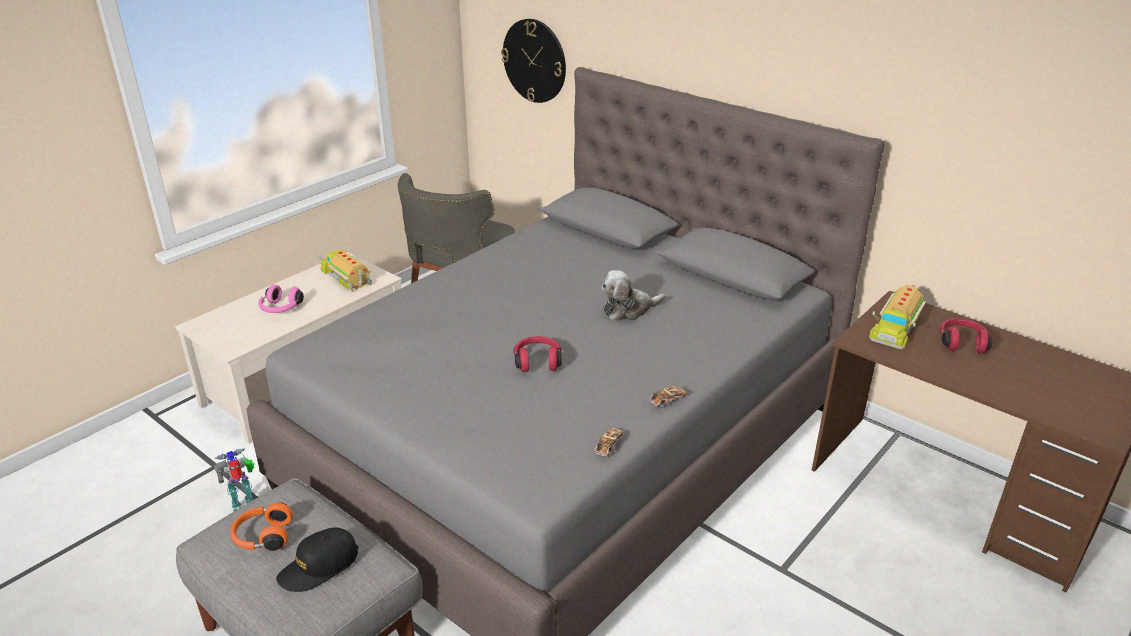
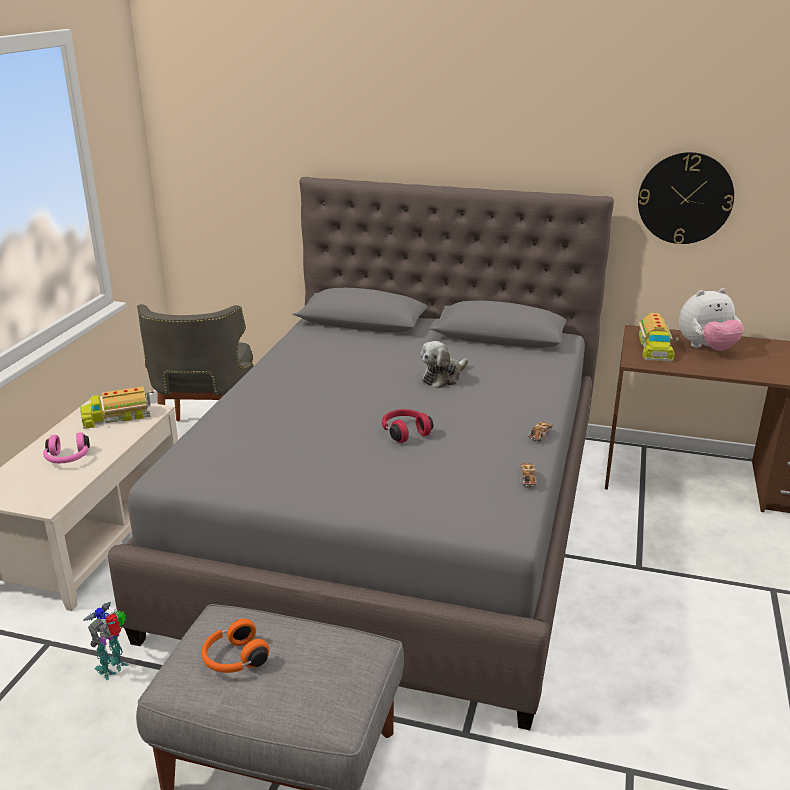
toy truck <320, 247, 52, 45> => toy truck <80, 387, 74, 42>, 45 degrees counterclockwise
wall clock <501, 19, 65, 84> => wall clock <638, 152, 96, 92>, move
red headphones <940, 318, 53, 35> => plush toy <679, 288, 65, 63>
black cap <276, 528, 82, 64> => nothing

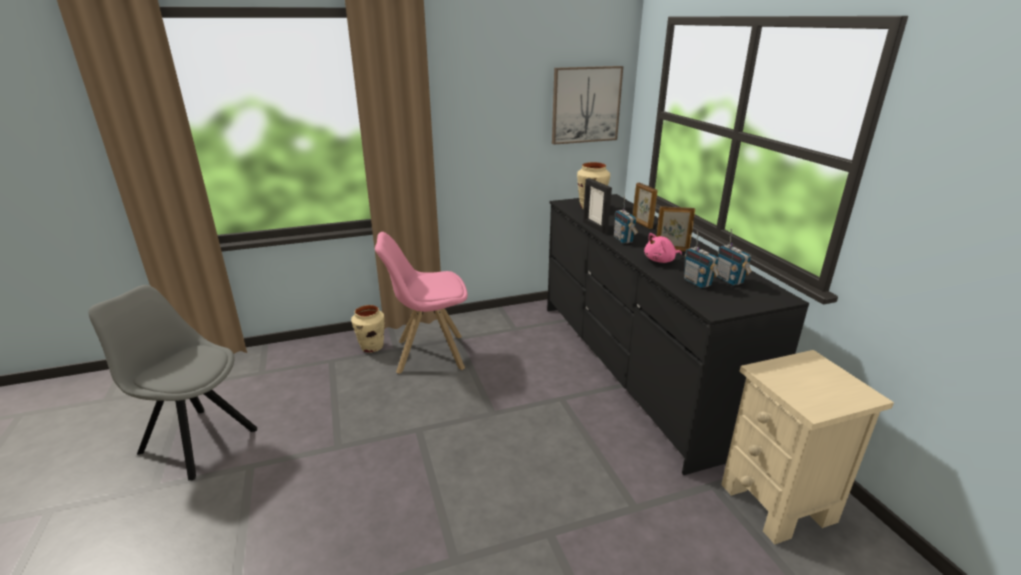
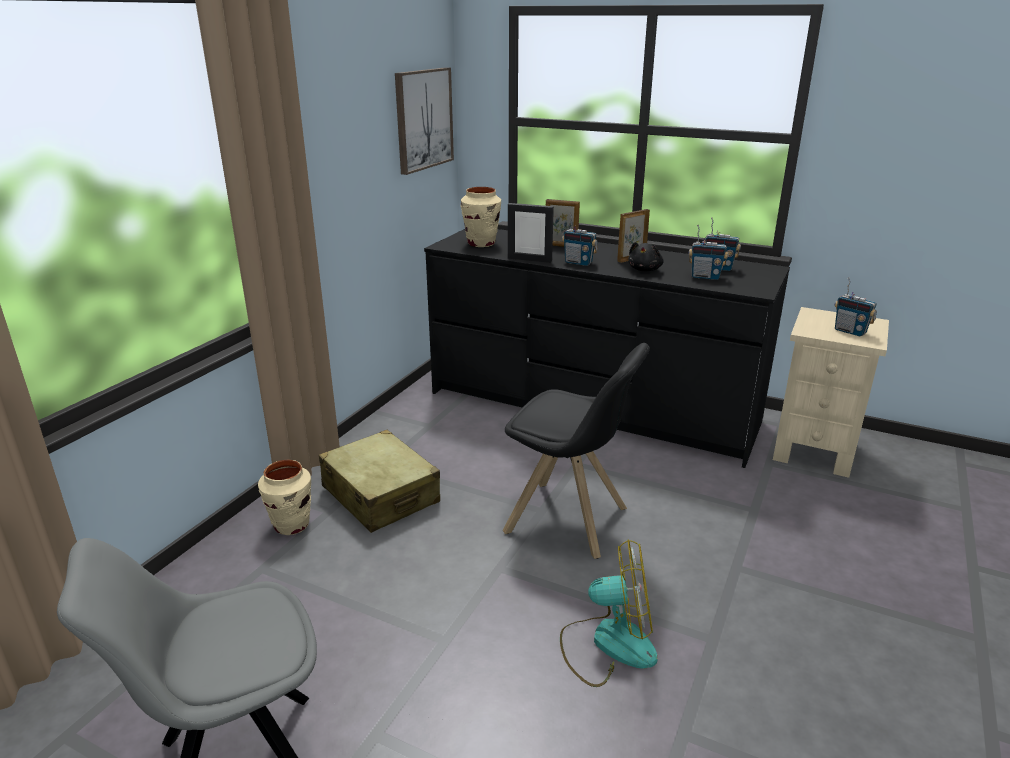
pink chair <375, 232, 93, 142> => beige suitcase <319, 430, 121, 103>
nothing => black chair <503, 343, 147, 216>
nothing => fan <560, 539, 97, 148>
pink plush toy <644, 233, 38, 30> => black plush toy <628, 242, 36, 29>
nothing => radio <834, 277, 43, 59>

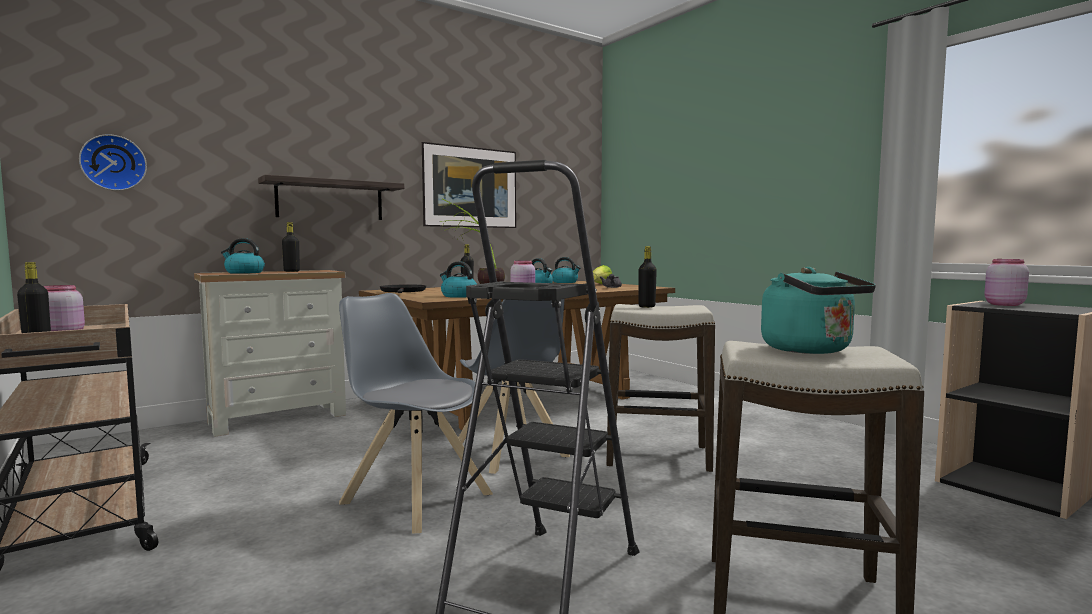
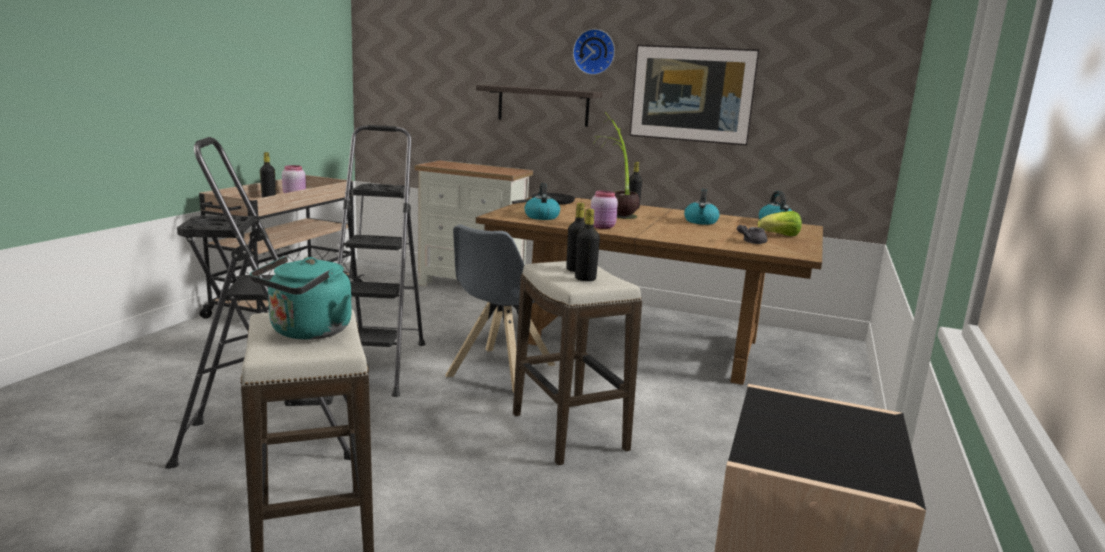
grey chair <339, 293, 154, 241> => step ladder <337, 125, 88, 272>
wall clock <79, 134, 68, 57> => wall clock <573, 29, 42, 46>, move
black bottle <282, 222, 18, 50> => black bottle <575, 209, 25, 72>, move
kettle <221, 238, 44, 36> => nothing
pink jar <984, 259, 45, 47> => nothing

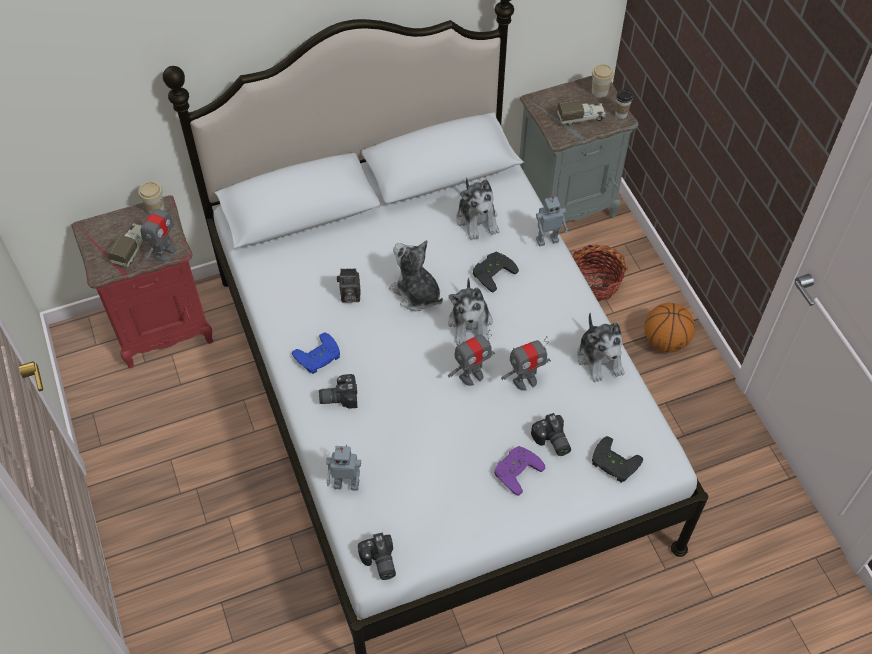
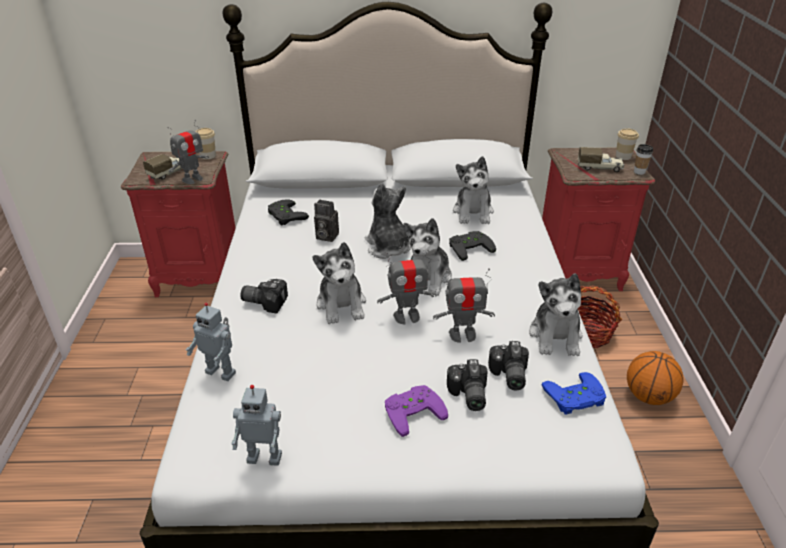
toy robot <536, 196, 32, 50> => toy robot <231, 385, 51, 81>, move
black game controller <592, 436, 51, 47> => black game controller <268, 199, 41, 27>, move
nothing => plush toy <312, 242, 54, 82>
photo camera <358, 532, 38, 48> => photo camera <488, 341, 41, 49>, move
grey nightstand <519, 76, 120, 146> => red nightstand <542, 148, 113, 143>
blue game controller <292, 332, 48, 42> => blue game controller <542, 372, 64, 43>, move

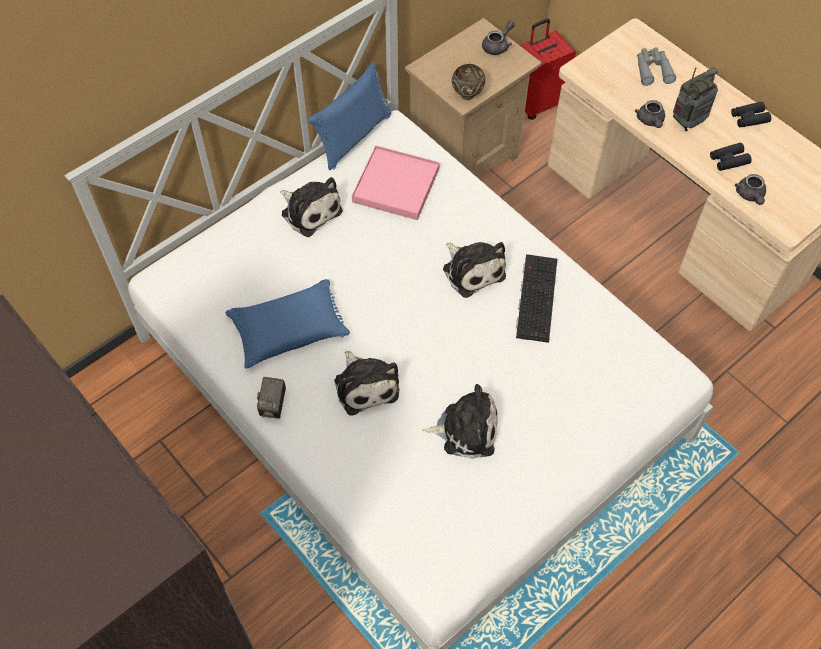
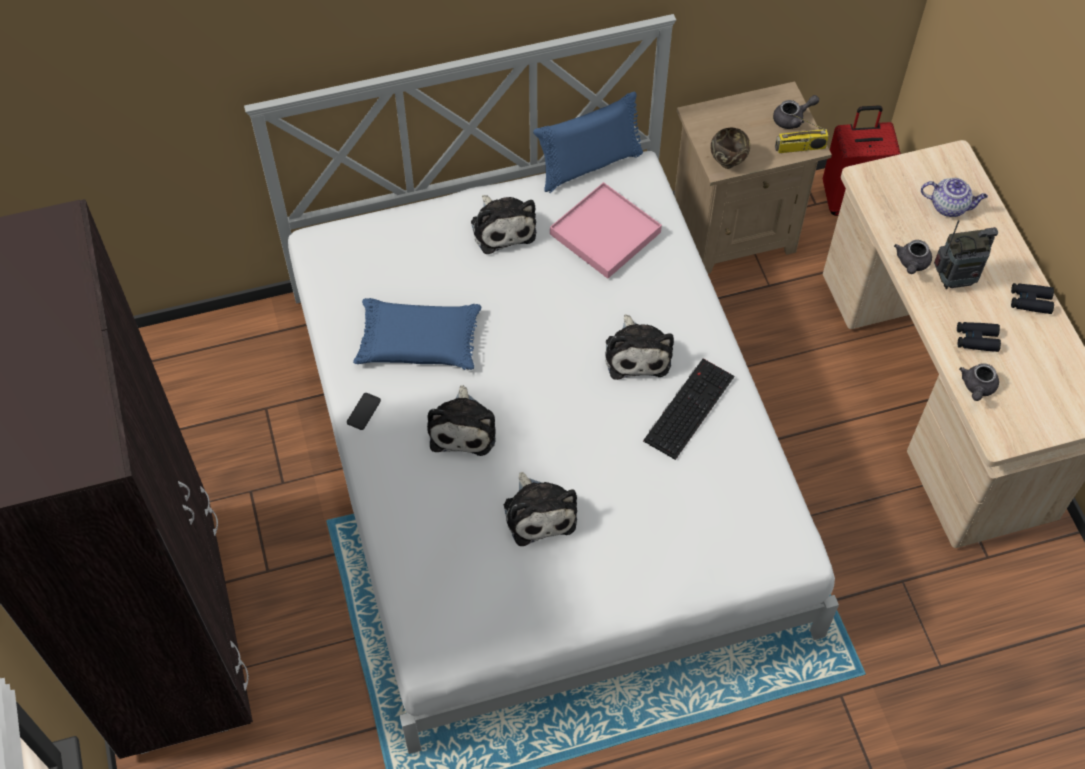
photo camera <257, 377, 29, 42> => phone <347, 393, 34, 37>
plush toy <422, 384, 76, 75> => plush toy <504, 472, 73, 74>, 45 degrees clockwise
nothing => radio <775, 114, 54, 39>
grey binoculars <637, 47, 39, 39> => teapot <921, 178, 67, 39>

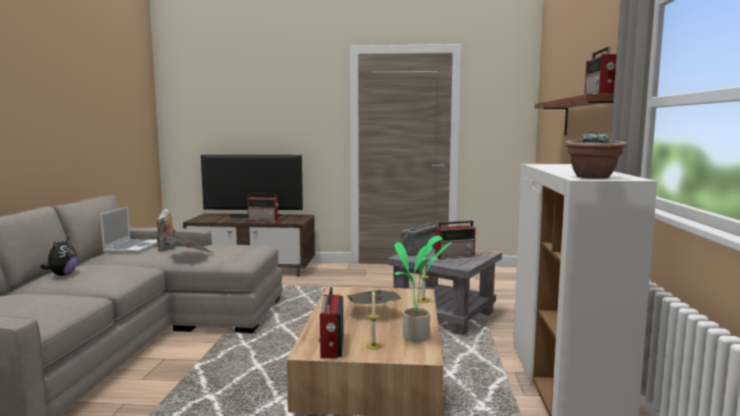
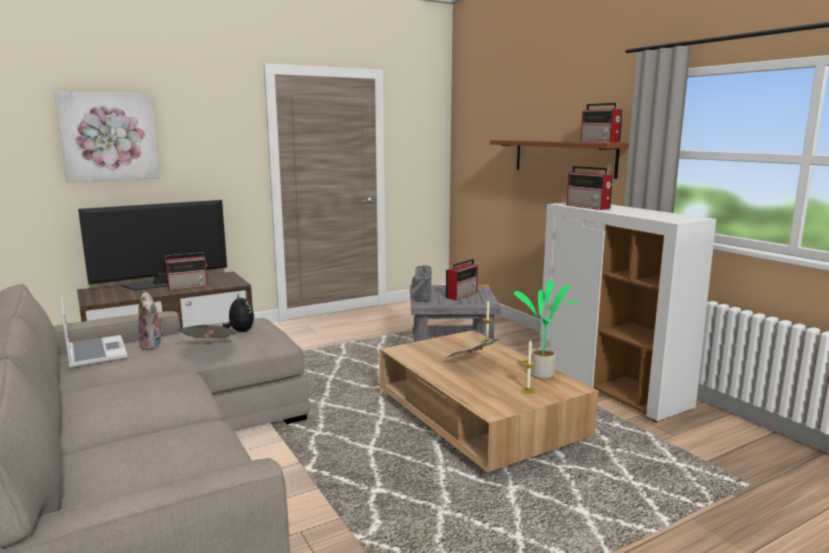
nothing => picture <54, 91, 106, 91>
plush toy <40, 238, 38, 38> => plush toy <223, 293, 31, 39>, move
radio <319, 287, 24, 71> => radio <566, 166, 47, 44>, move
potted plant <565, 131, 62, 48> => nothing

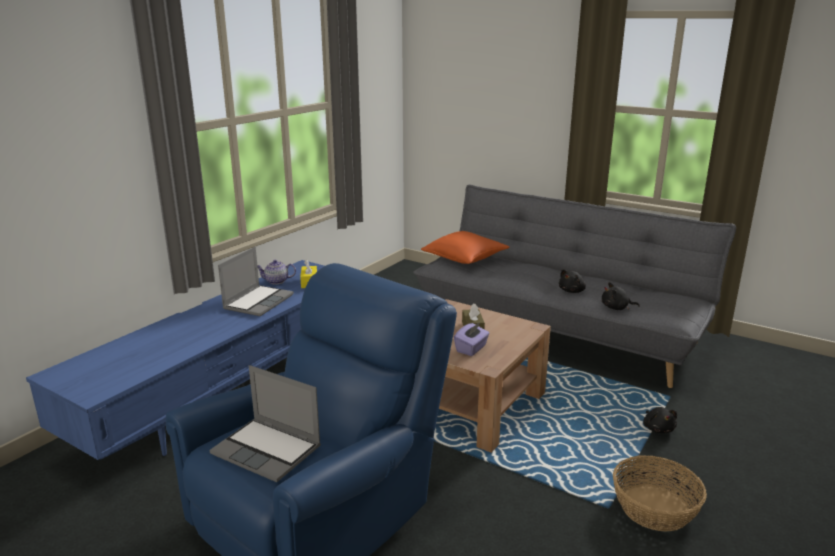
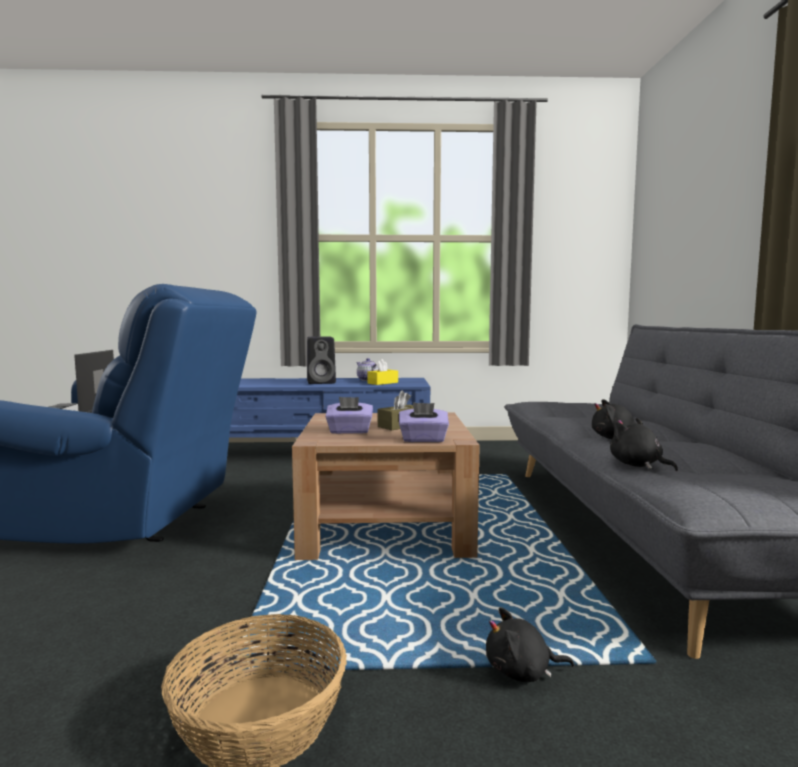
laptop <218, 247, 76, 69> => black speaker <307, 336, 29, 48>
nothing => purple tissue box <399, 403, 50, 39>
black plush toy <643, 407, 34, 27> => black plush toy <486, 607, 88, 75>, 45 degrees clockwise
orange pillow <421, 231, 88, 33> => nothing

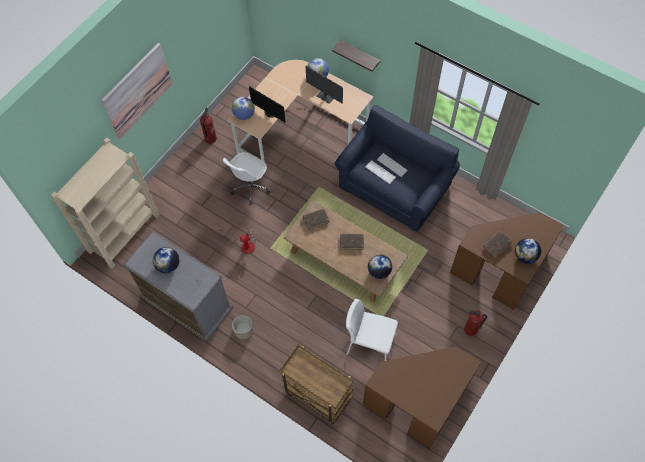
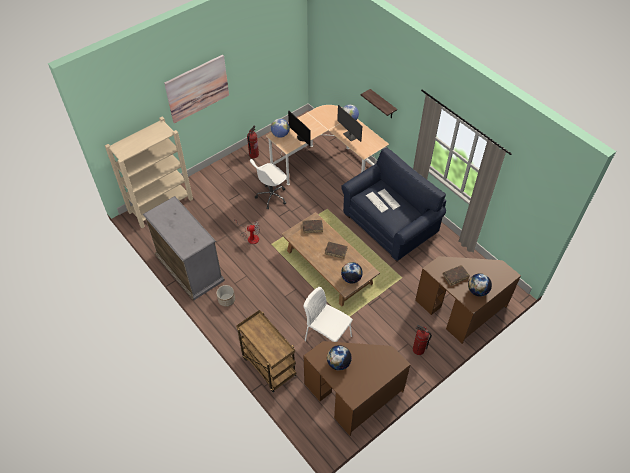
globe <153, 247, 26, 26> => globe <327, 345, 25, 26>, move

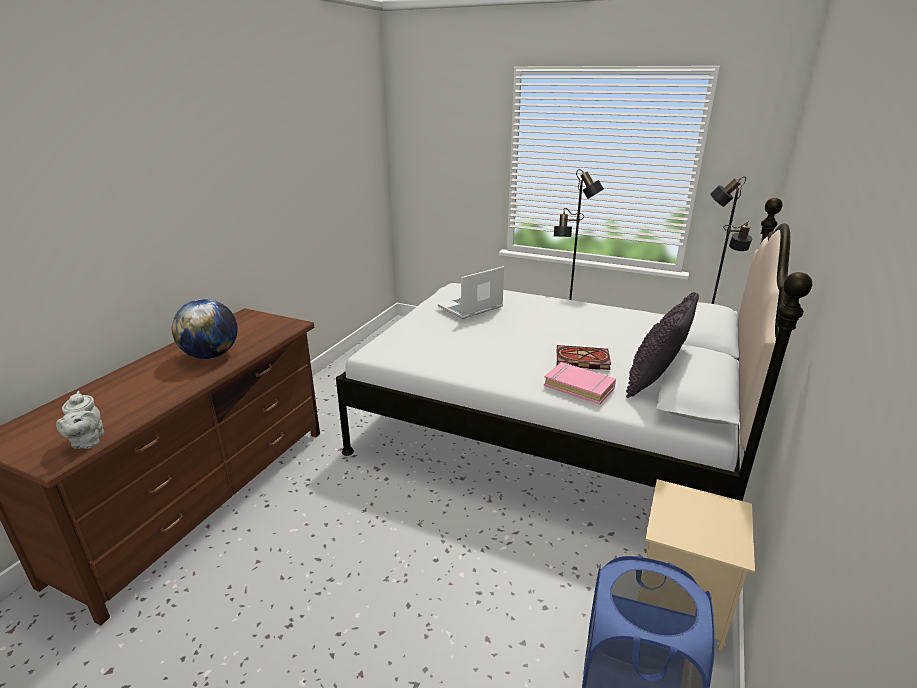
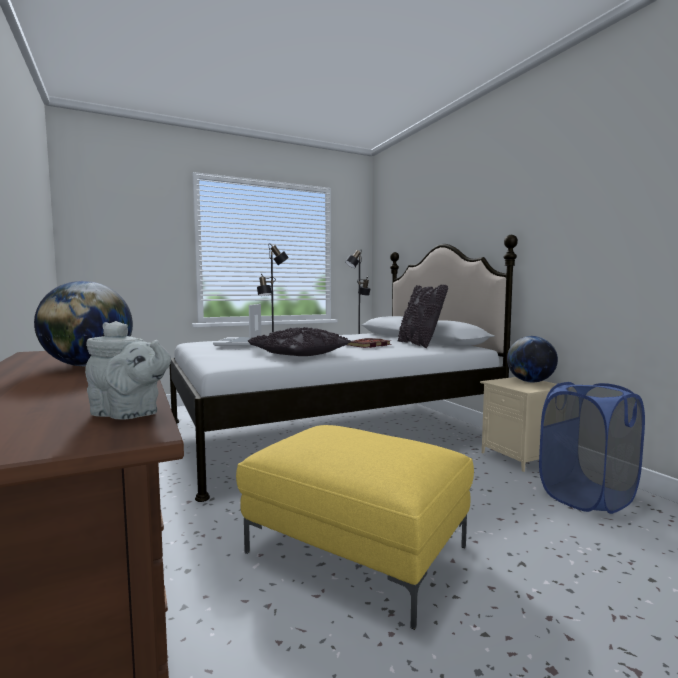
nothing => yellow ottoman <236, 425, 238, 205>
nothing => black pillow <248, 327, 103, 29>
nothing => globe <507, 336, 51, 47>
pink book <544, 362, 72, 43> => nothing

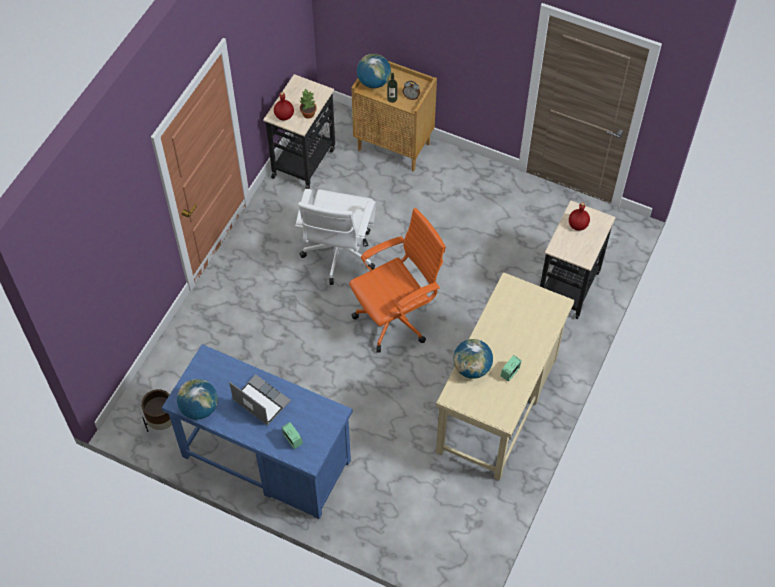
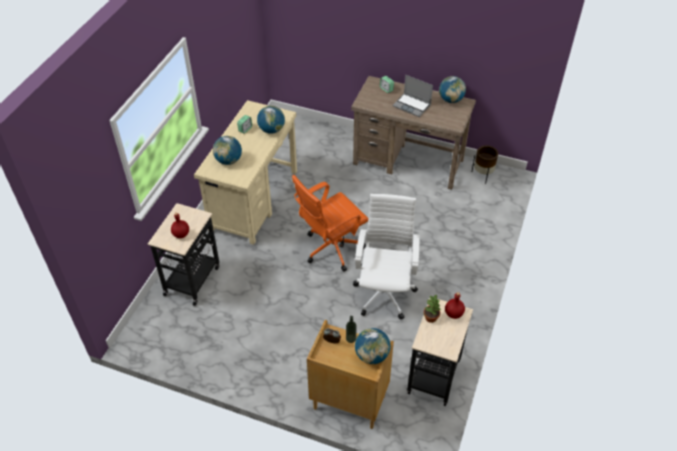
nothing => globe <213, 136, 29, 29>
blue desk <162, 344, 191, 175> => brown desk <351, 76, 125, 114>

